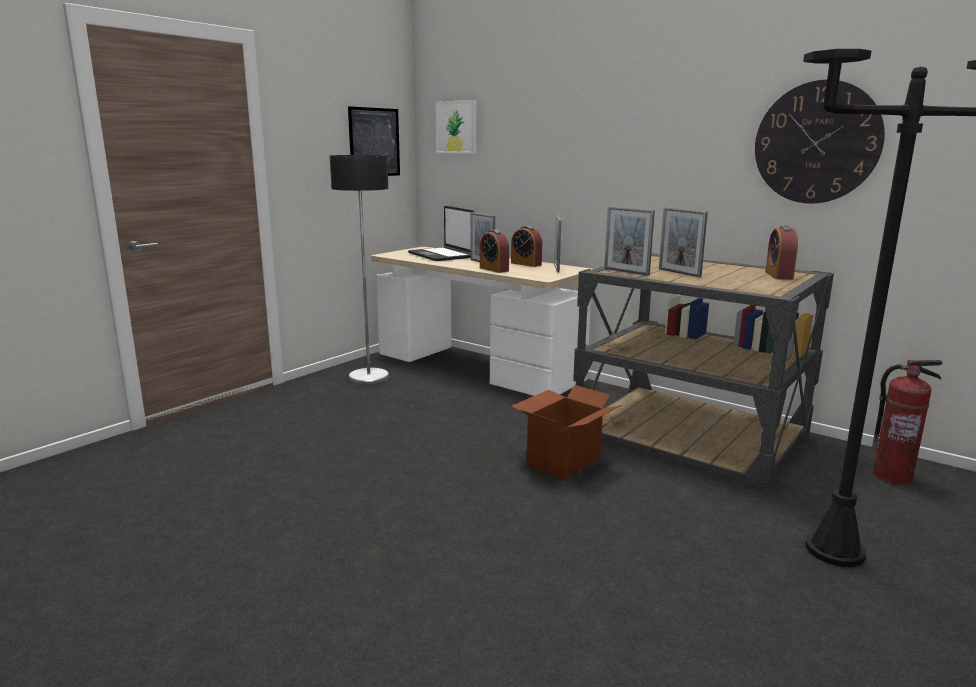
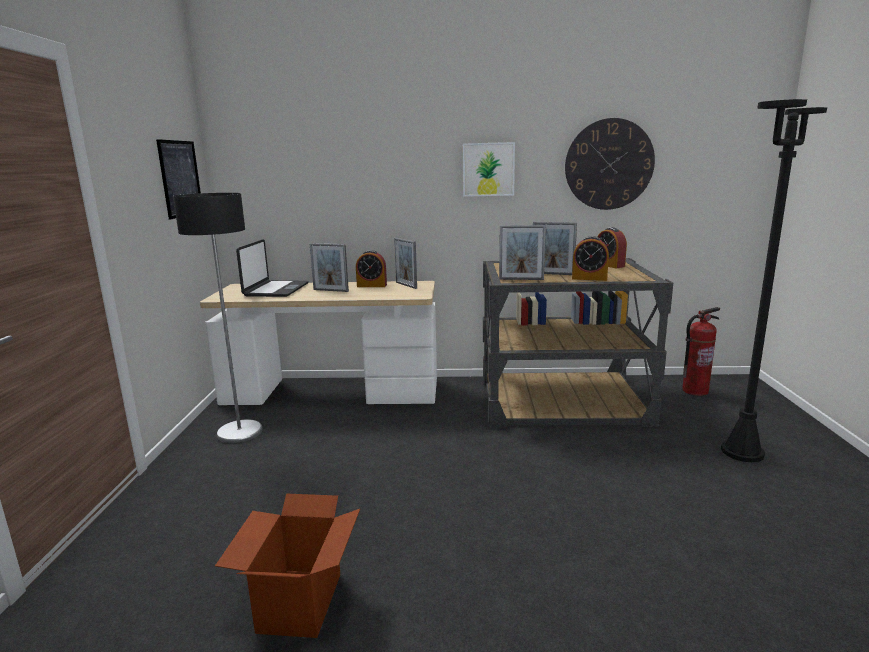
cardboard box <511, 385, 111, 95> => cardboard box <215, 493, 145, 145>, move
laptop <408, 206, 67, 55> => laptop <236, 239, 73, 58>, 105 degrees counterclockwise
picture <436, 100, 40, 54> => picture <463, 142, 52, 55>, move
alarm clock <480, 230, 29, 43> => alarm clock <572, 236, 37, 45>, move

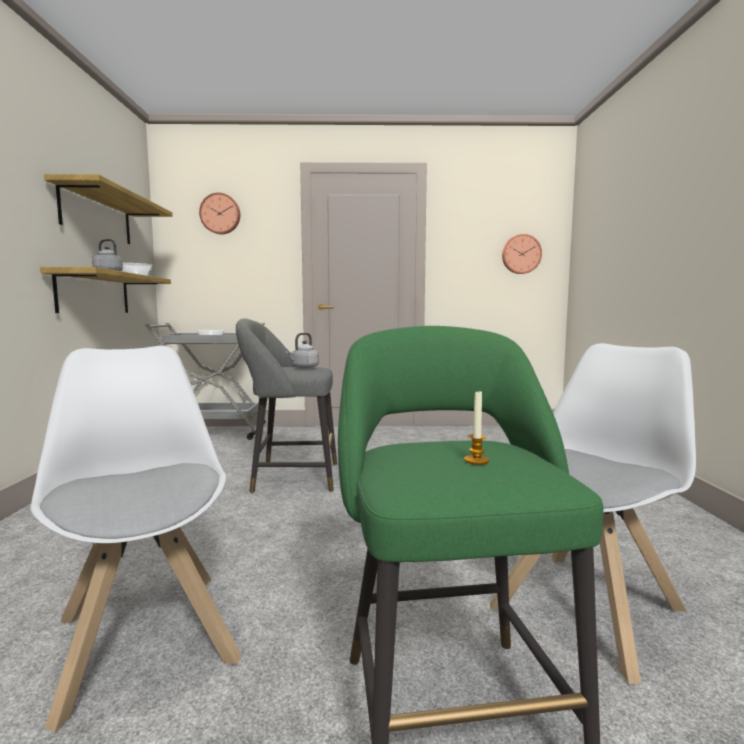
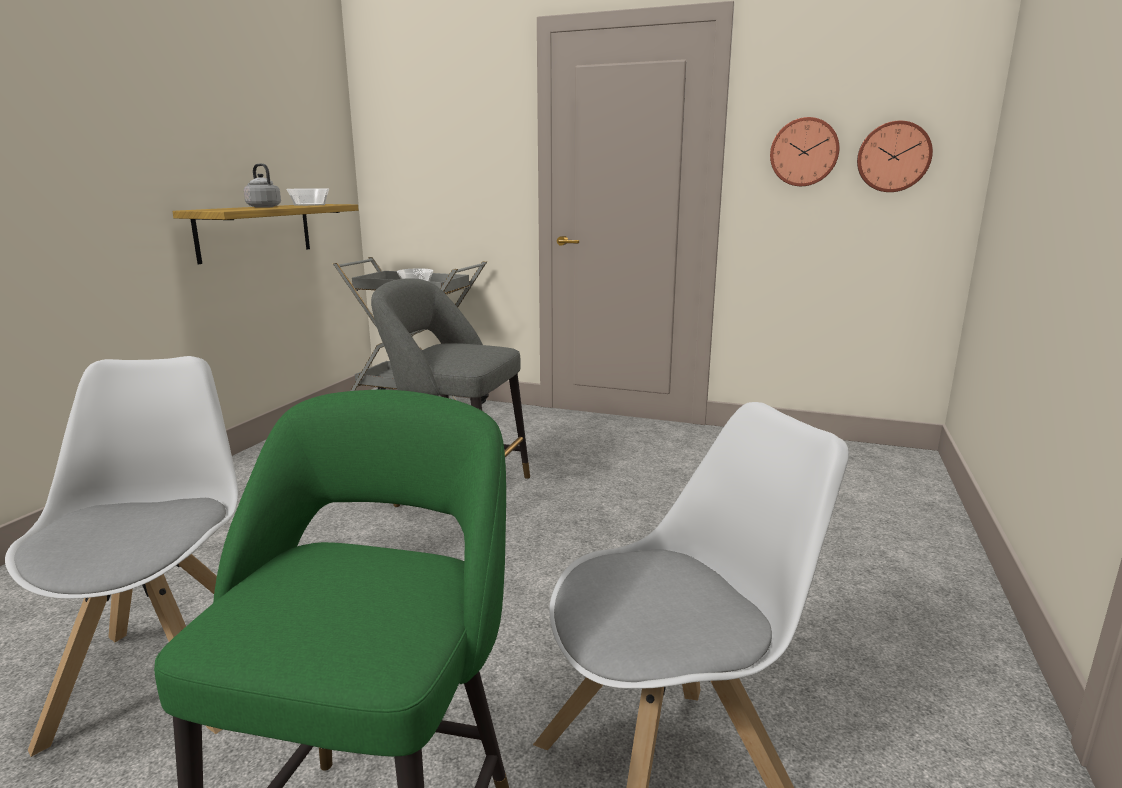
wall clock <199, 193, 41, 41> => wall clock <770, 117, 70, 69>, move
shelf <44, 174, 129, 70> => nothing
grey kettle <286, 333, 33, 36> => nothing
candle <464, 389, 25, 76> => nothing

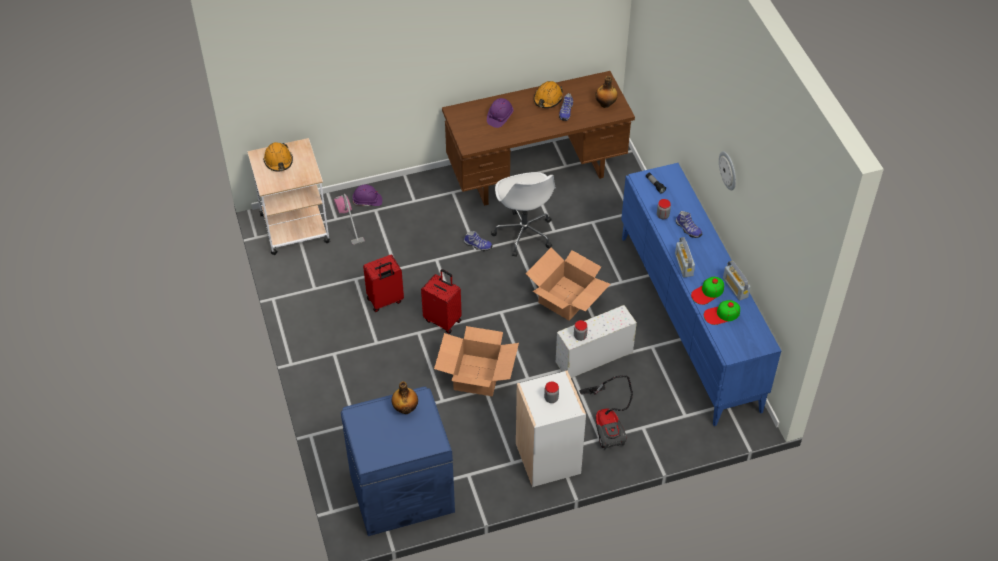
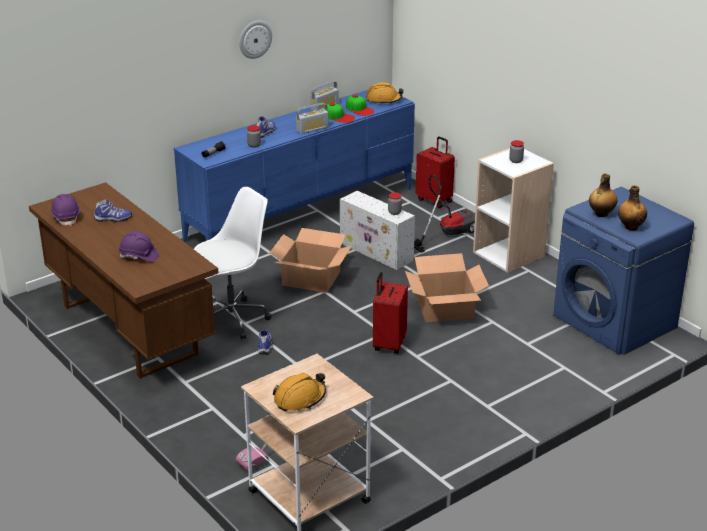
purple hard hat <353, 184, 29, 22> => purple hard hat <50, 194, 30, 32>, move
orange hard hat <534, 81, 29, 27> => orange hard hat <366, 82, 38, 22>, move
red suitcase <363, 255, 41, 57> => red suitcase <416, 137, 39, 71>, move
bottle <595, 76, 23, 32> => bottle <618, 185, 29, 46>, move

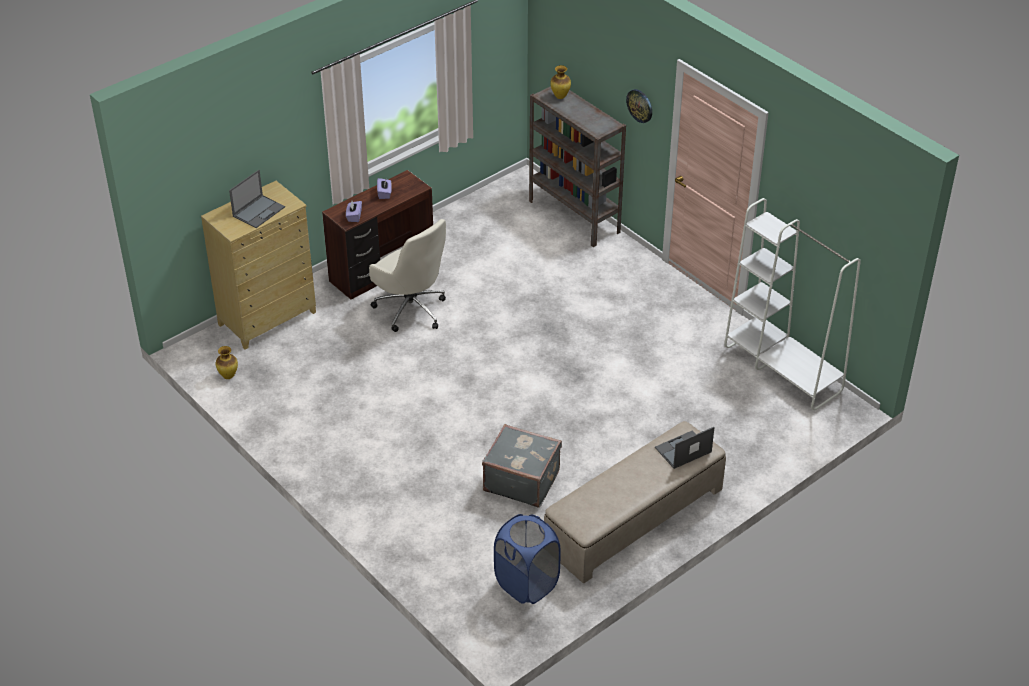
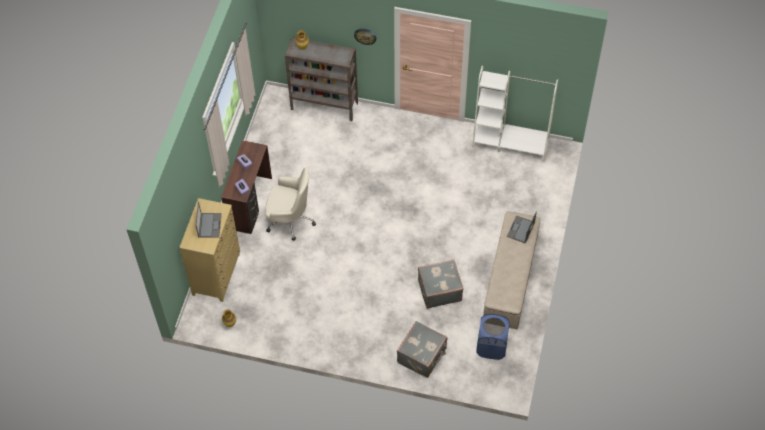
nothing => grey suitcase <397, 321, 50, 57>

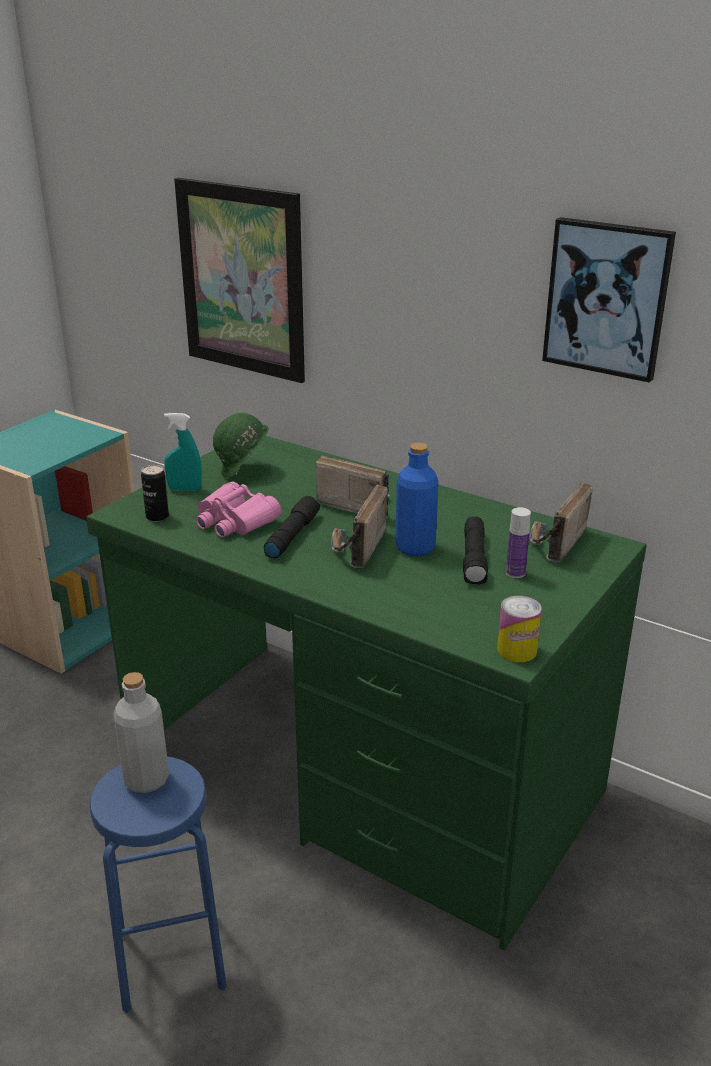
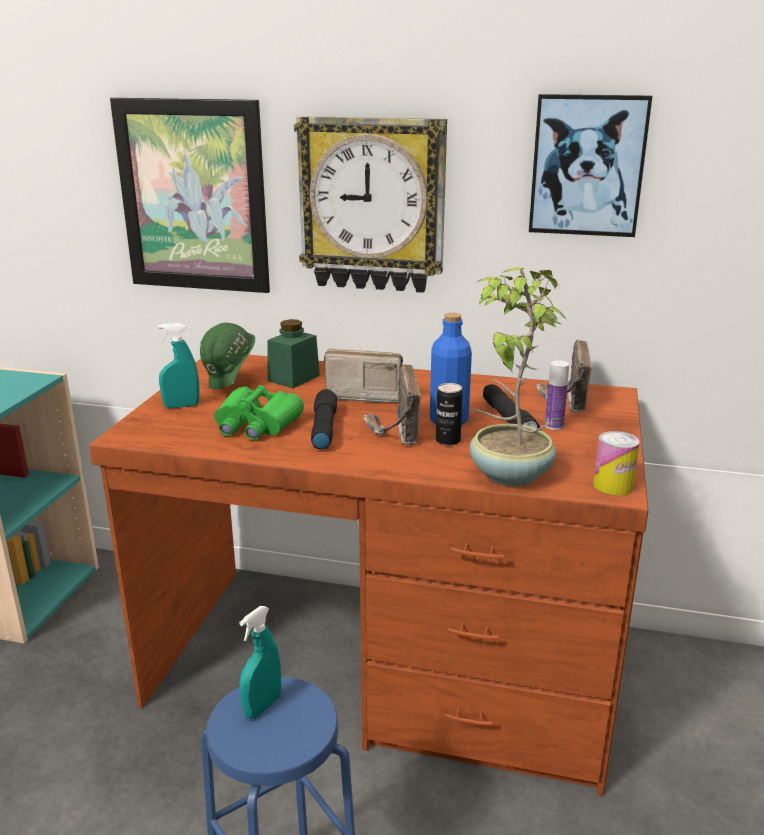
green desk <86, 436, 561, 514> => brown desk <89, 355, 559, 441>
pink binoculars <196, 482, 85, 55> => green binoculars <214, 385, 90, 55>
grey bottle <113, 672, 56, 121> => turquoise spray bottle <239, 606, 42, 113>
nothing => green jar <267, 319, 53, 69>
nothing => wall clock <294, 116, 153, 177>
can <141, 465, 28, 57> => can <436, 383, 27, 63>, move
nothing => potted plant <469, 267, 97, 219>

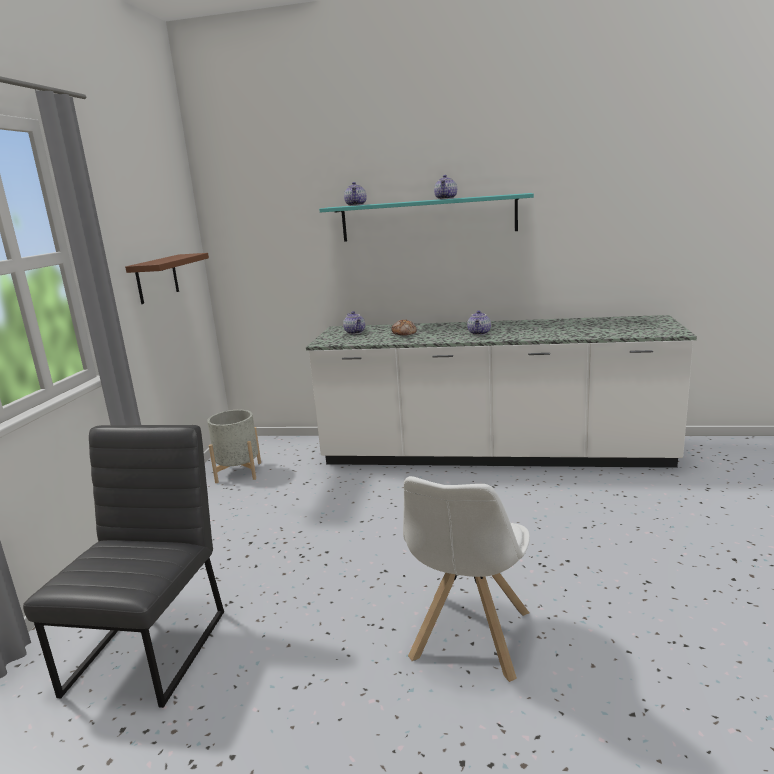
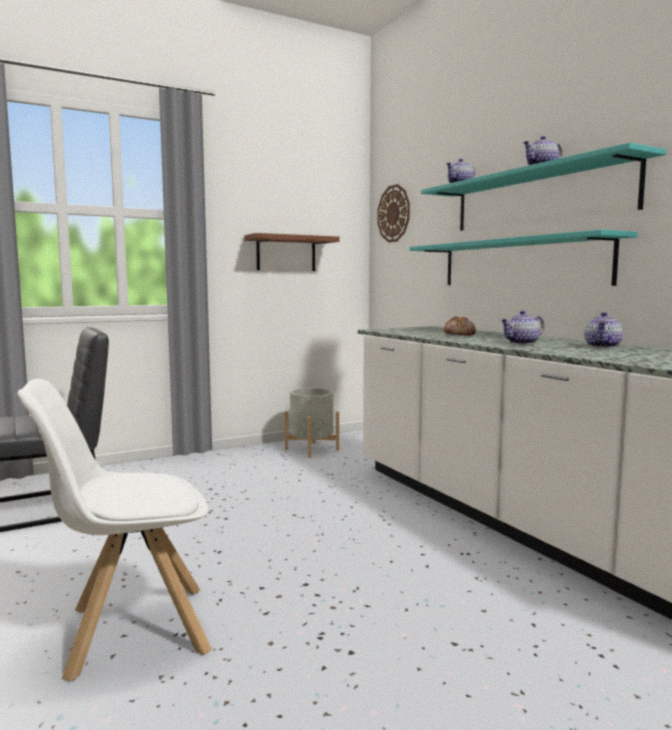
nothing => wall clock <377, 184, 33, 58>
nothing => turquoise shelf <410, 229, 227, 57>
teapot <343, 311, 22, 23> => teapot <584, 312, 39, 36>, move

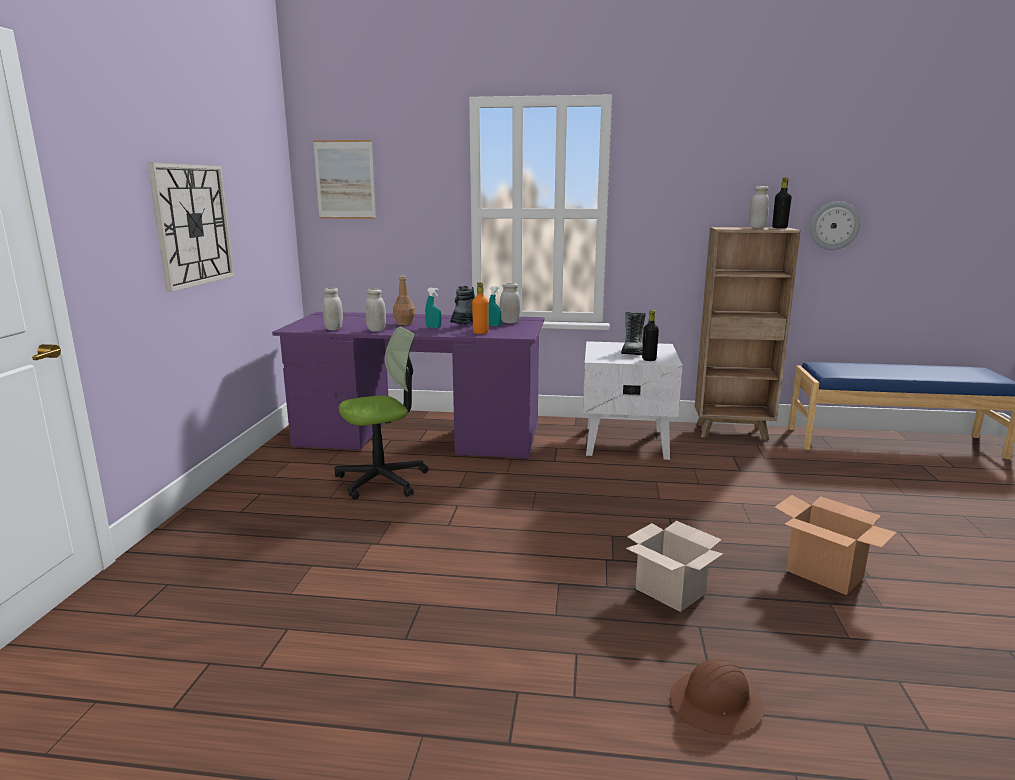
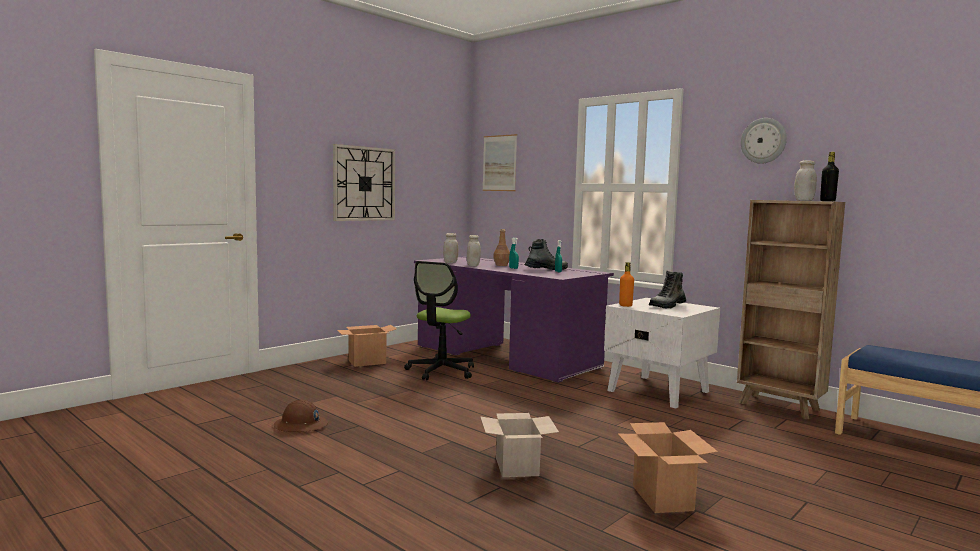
brown hard hat <670, 659, 94, 76> => brown hard hat <274, 400, 54, 33>, move
nothing => cardboard box <337, 325, 60, 42>
office chair <335, 327, 94, 172> => office chair <404, 261, 70, 119>, 105 degrees clockwise
orange bottle <472, 282, 17, 52> => orange bottle <619, 262, 15, 45>, move
wall clock <810, 201, 51, 49> => wall clock <741, 118, 46, 46>, move
white jar <500, 283, 21, 40> => nothing
black bottle <642, 310, 17, 51> => nothing

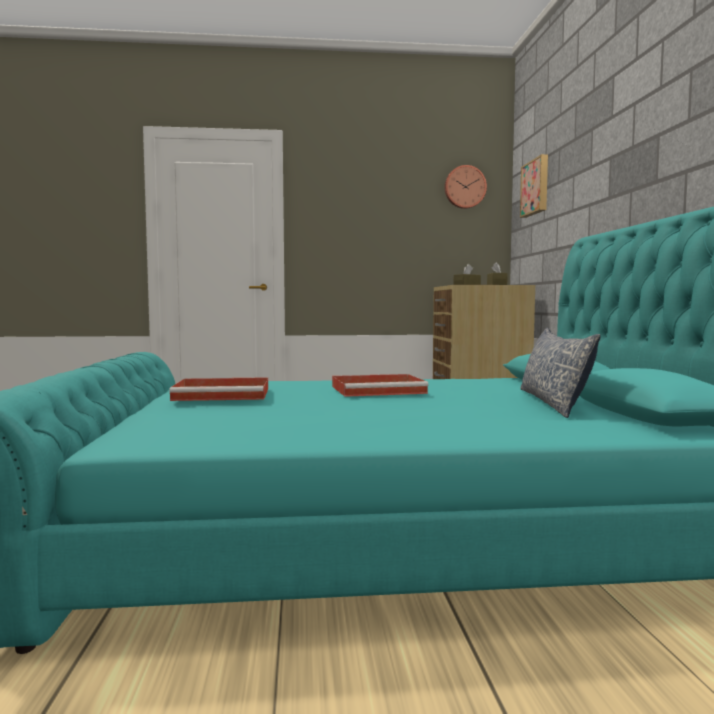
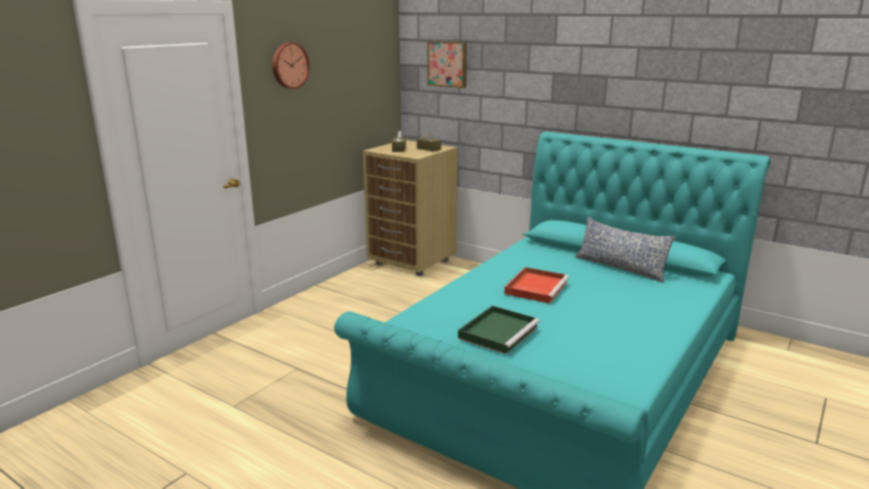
wall clock <444, 165, 43, 44> => wall clock <272, 42, 38, 47>, move
red tray <169, 377, 99, 24> => green tray <458, 306, 81, 48>

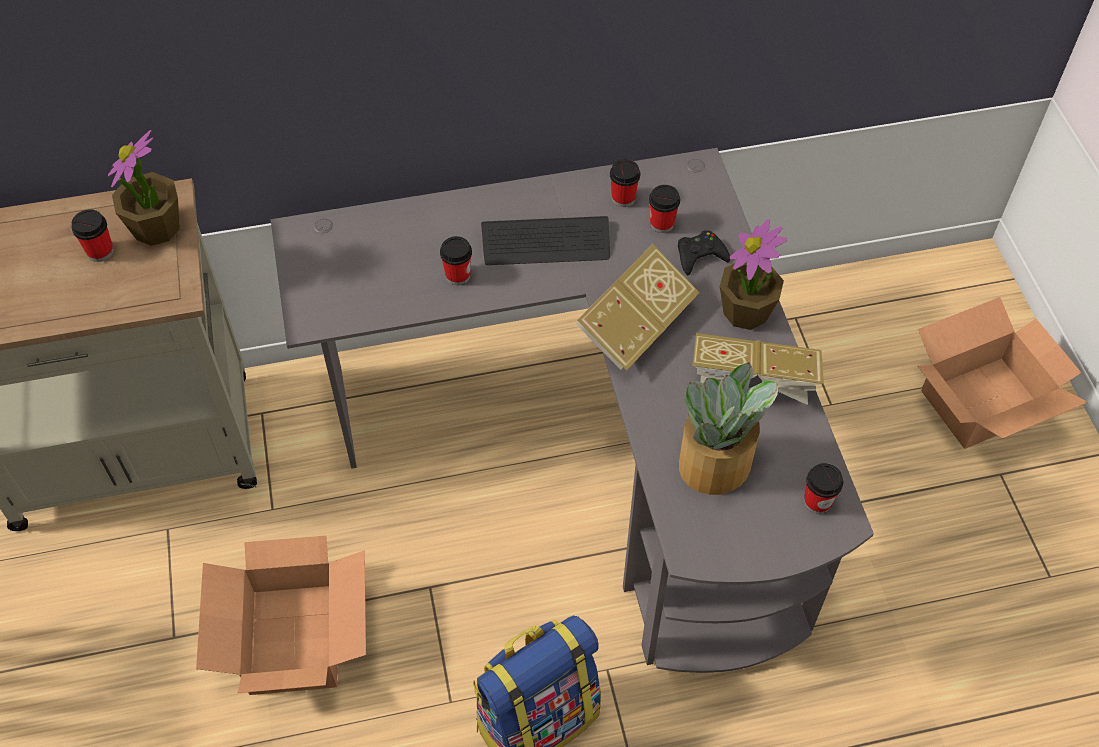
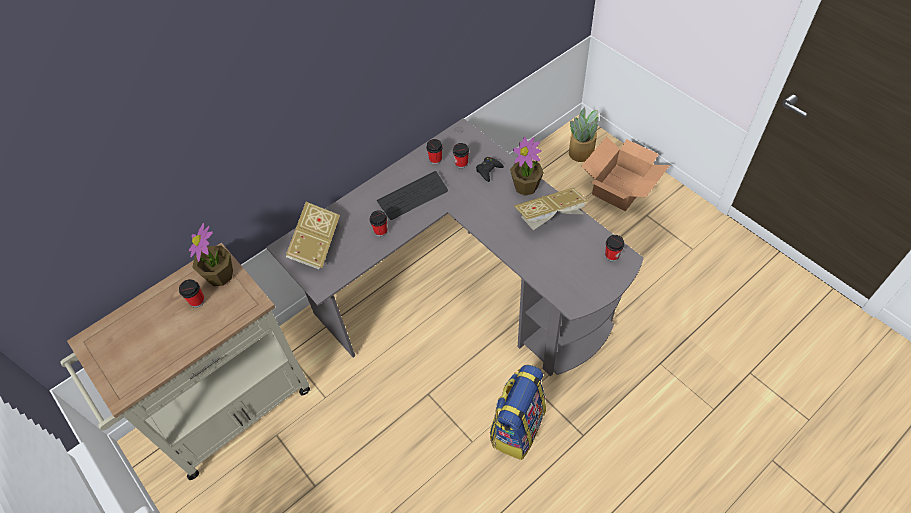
book <575, 244, 125, 127> => book <286, 202, 54, 67>, move
potted plant <679, 362, 100, 133> => potted plant <569, 108, 30, 54>, move
cardboard box <196, 536, 170, 159> => nothing

